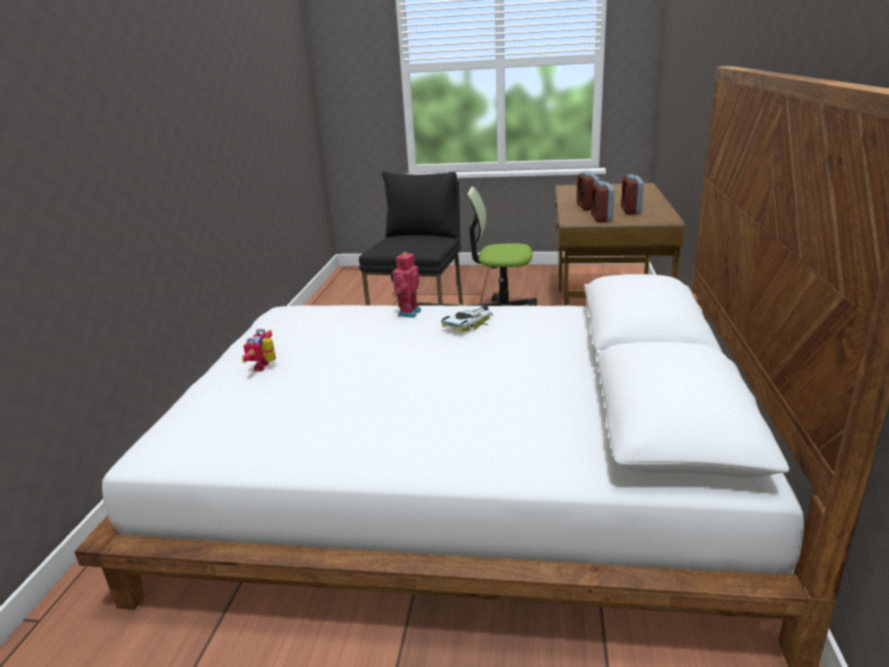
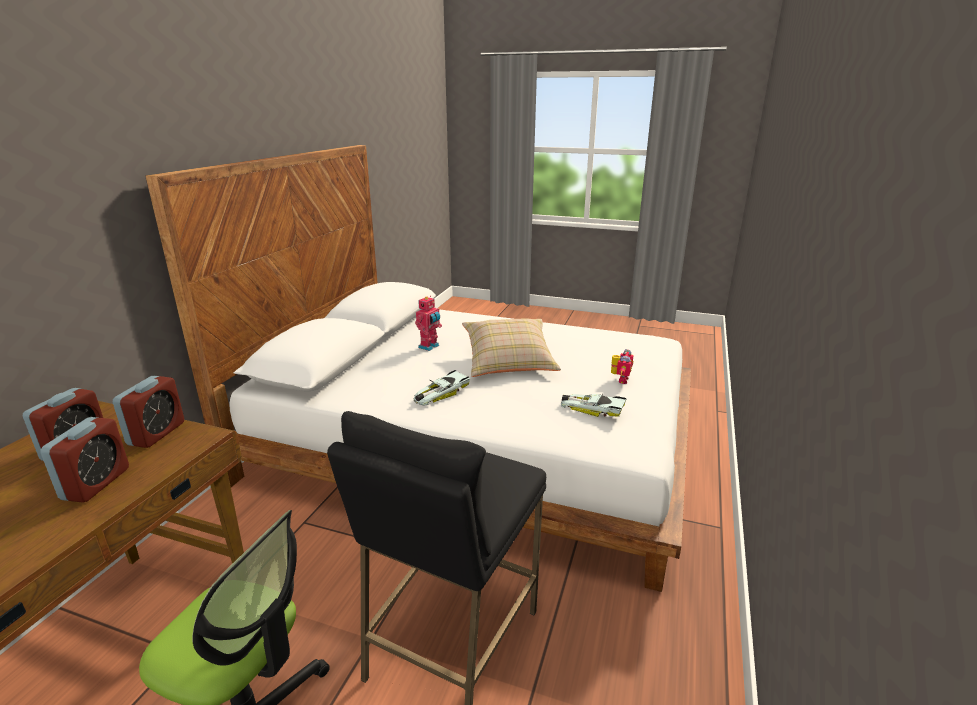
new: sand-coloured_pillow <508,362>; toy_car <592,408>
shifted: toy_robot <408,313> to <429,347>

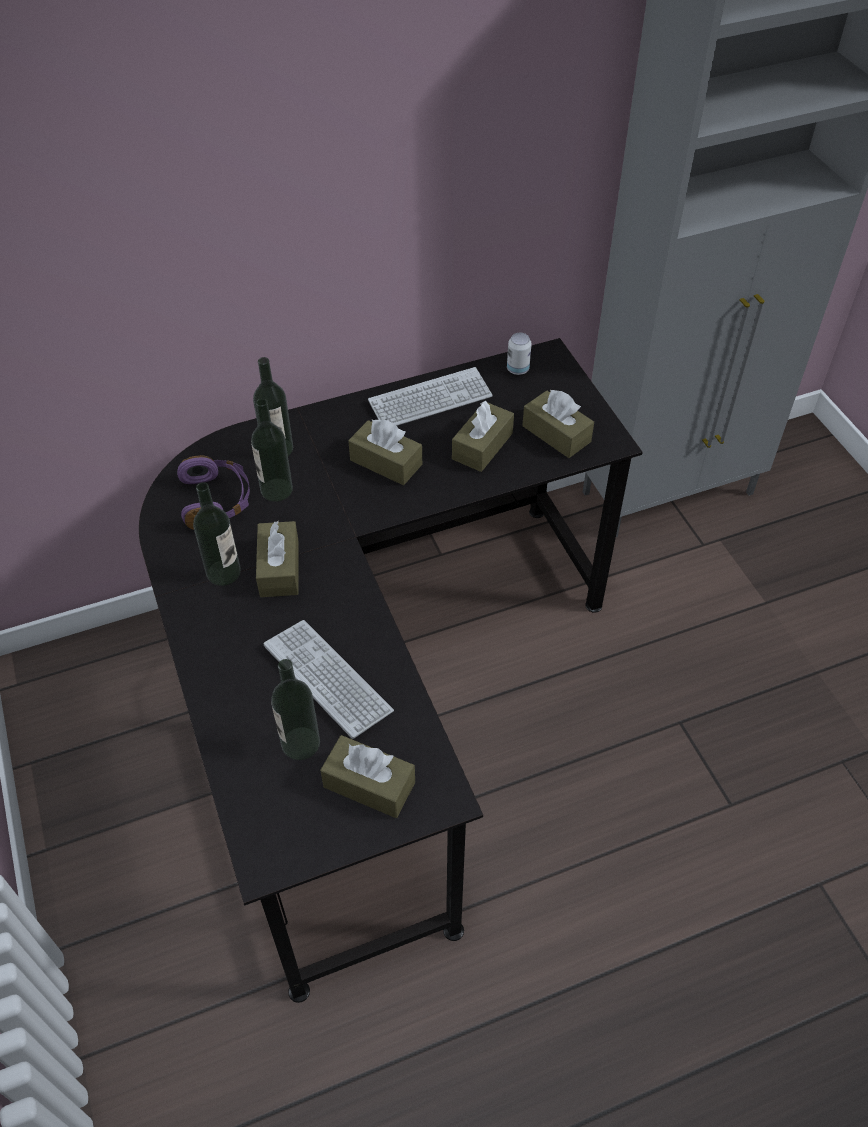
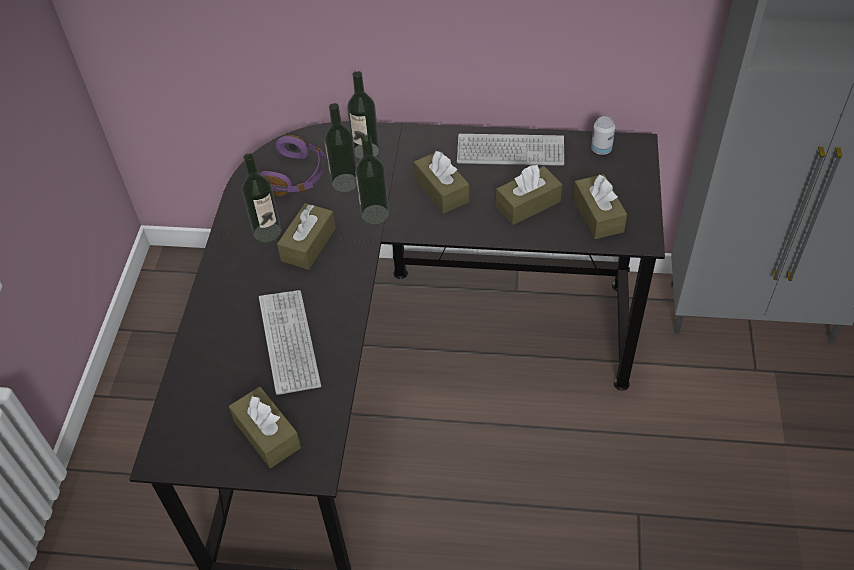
shifted: drink_bottle <300,743> to <375,214>

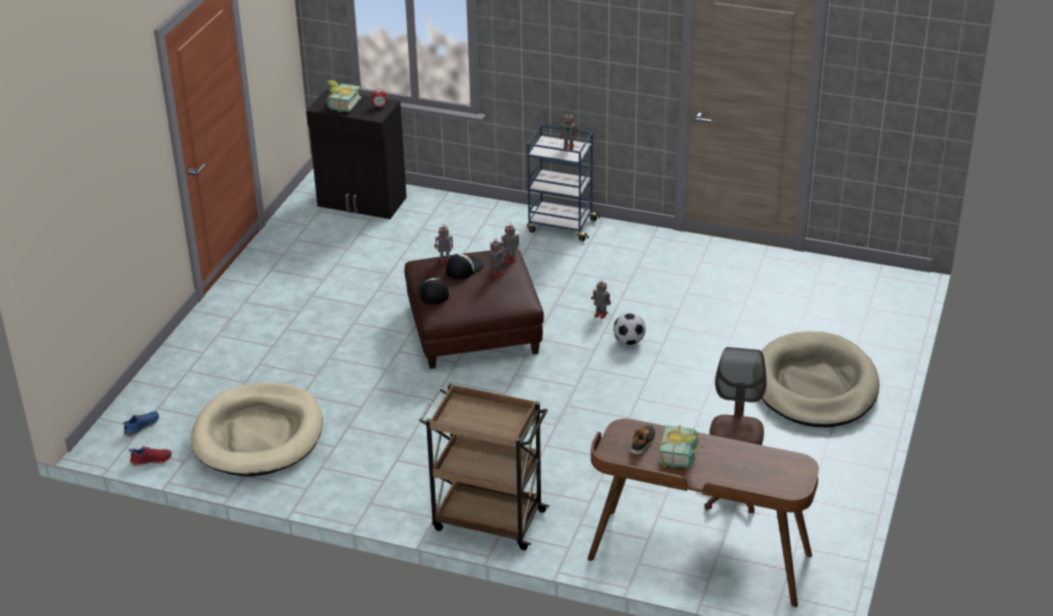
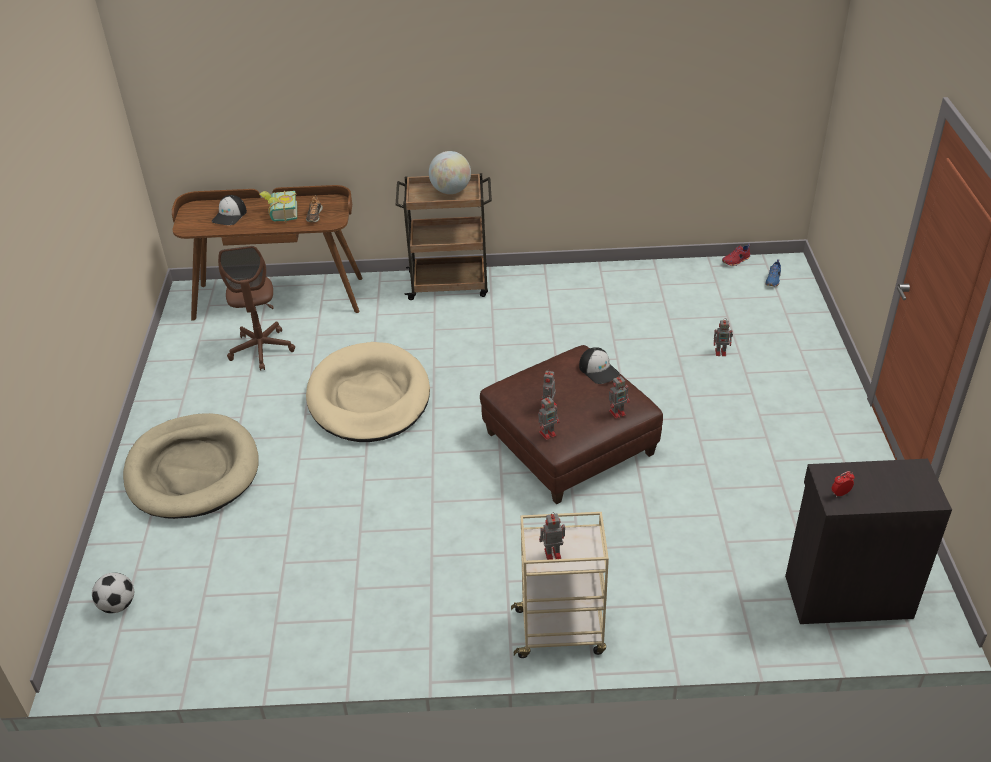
gone: bound_book <341,104>
new: world_globe <450,191>
shifted: baseball_cap <464,268> to <230,216>; toy_robot <600,314> to <721,352>; football_ball <629,341> to <118,605>; sand-coloured_pet_bed <258,435> to <369,398>
repainted: blue-coloured_wheeled_cart <561,226> to sand-coloured_wheeled_cart <561,631>

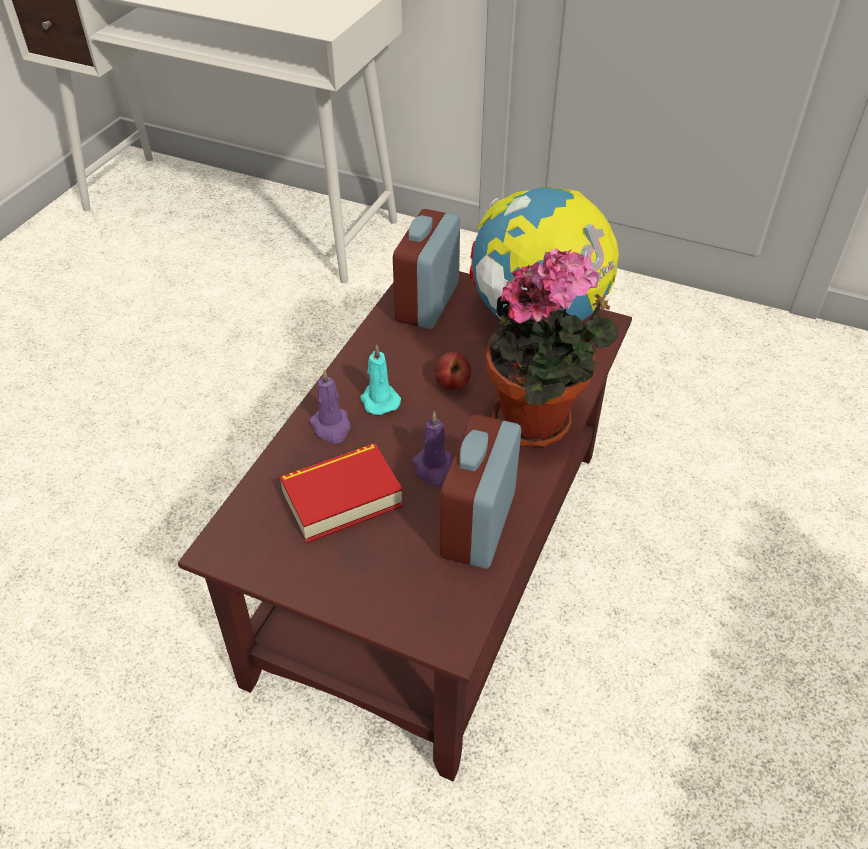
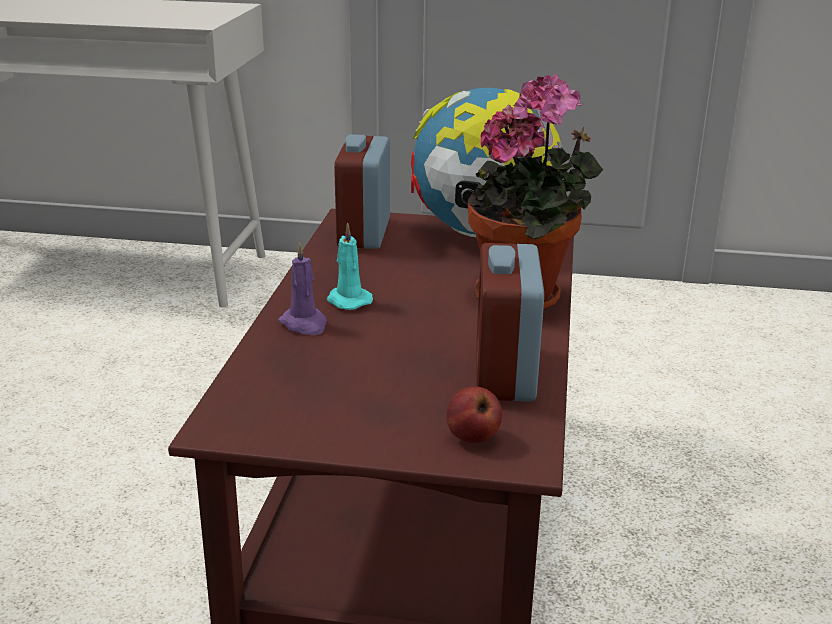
gone: purplish_wax_candle <434,469>; bound_book <342,499>
shifted: apple_fruit <452,384> to <472,437>

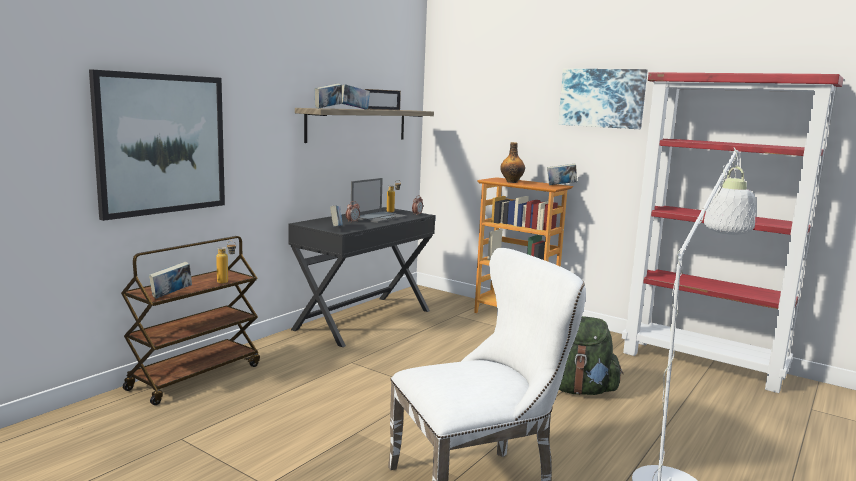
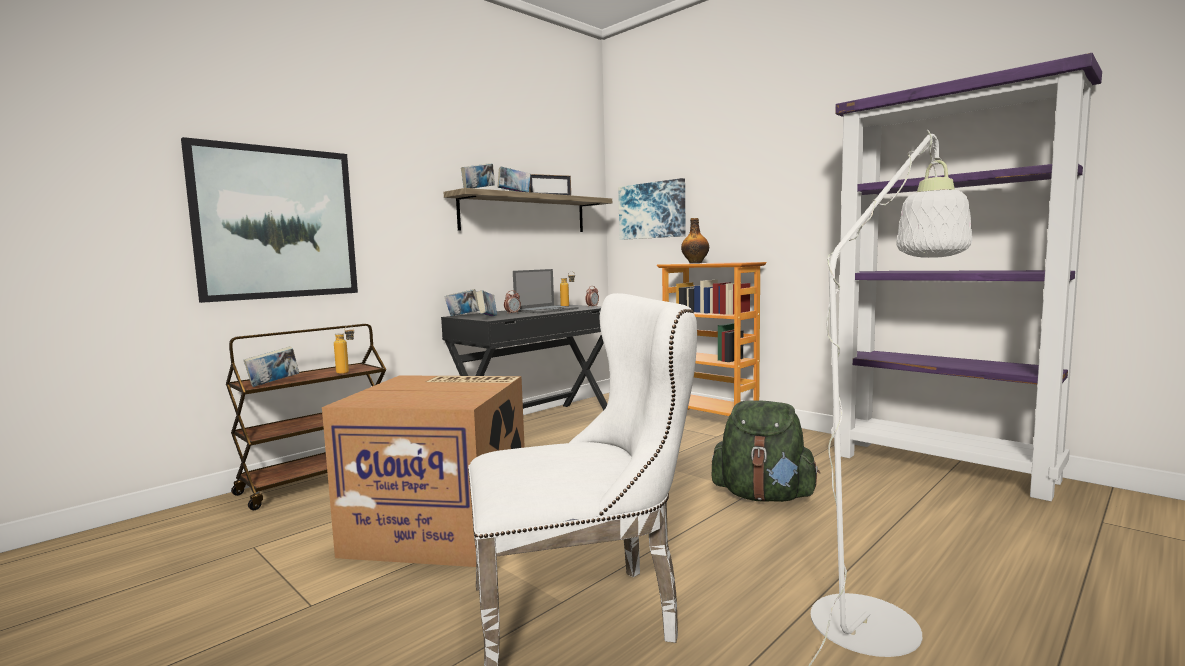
new: packing_box <443,526>
shifted: wall_art <602,98> to <652,210>; bound_book <561,185> to <463,316>
repainted: reddish_bookcase <703,364> to purplish_bookcase <942,467>

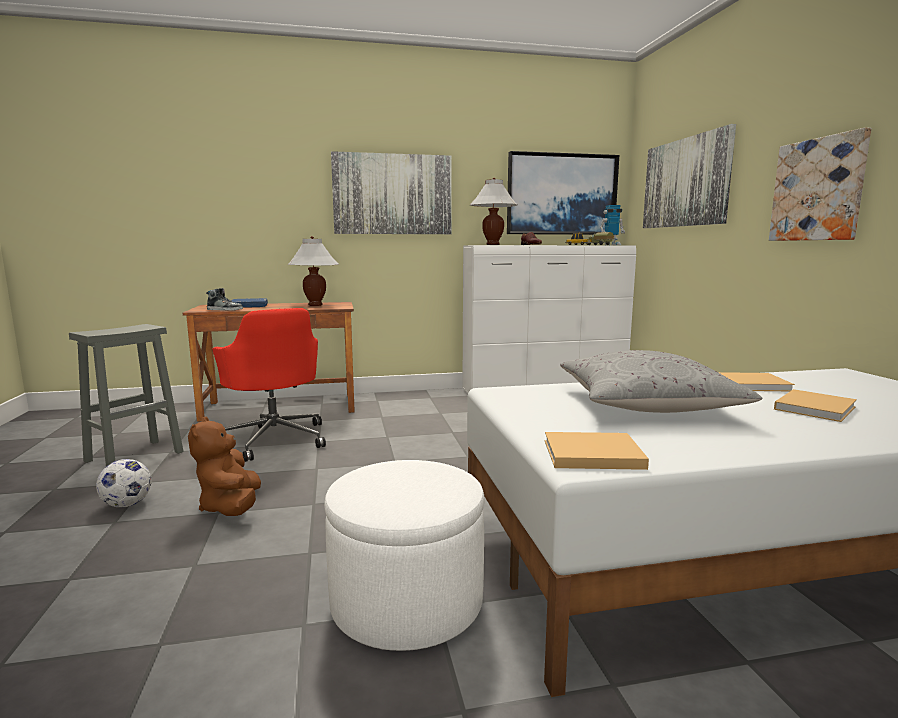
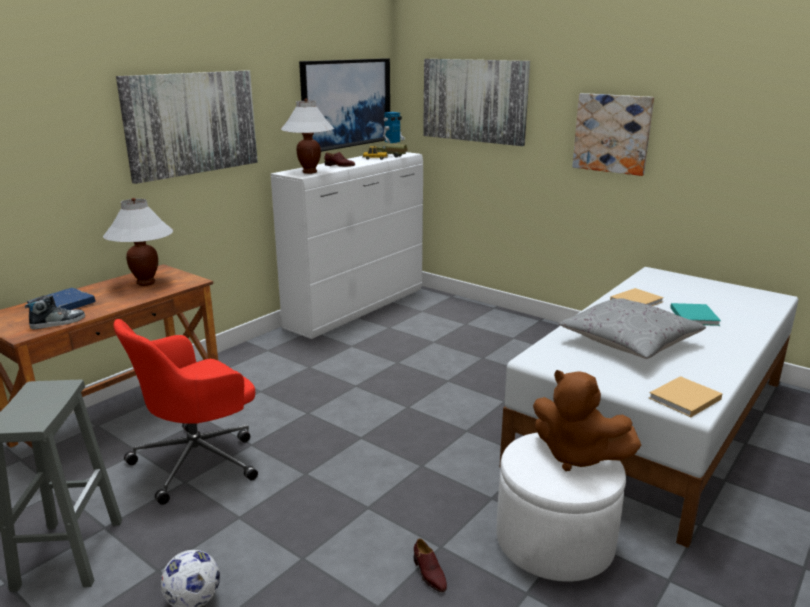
new: brown-coloured_shoe <429,573>
shifted: brown-coloured_cuddly_toy <231,507> to <576,456>
repainted: sand-coloured_bound_book <815,407> to turquoise_bound_book <693,315>
rotated: reddish_office_chair <275,439> = <199,460> 120 degrees clockwise

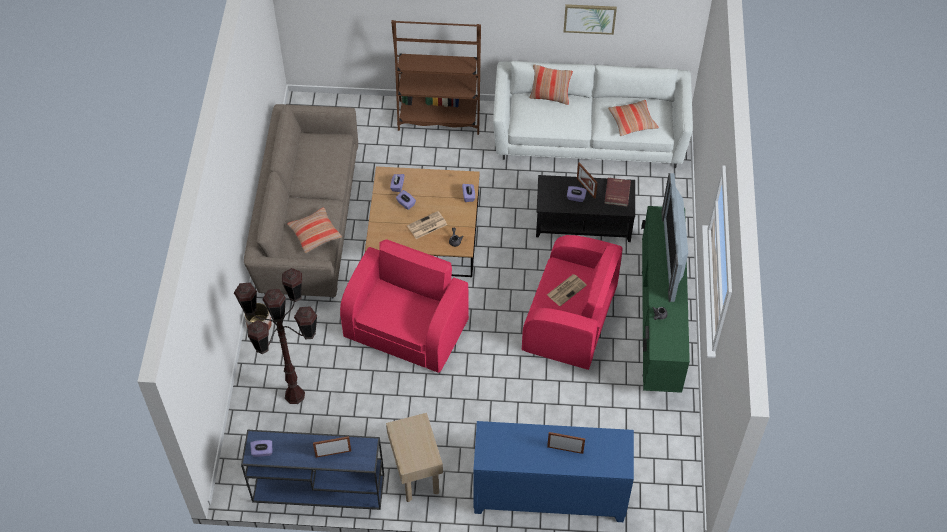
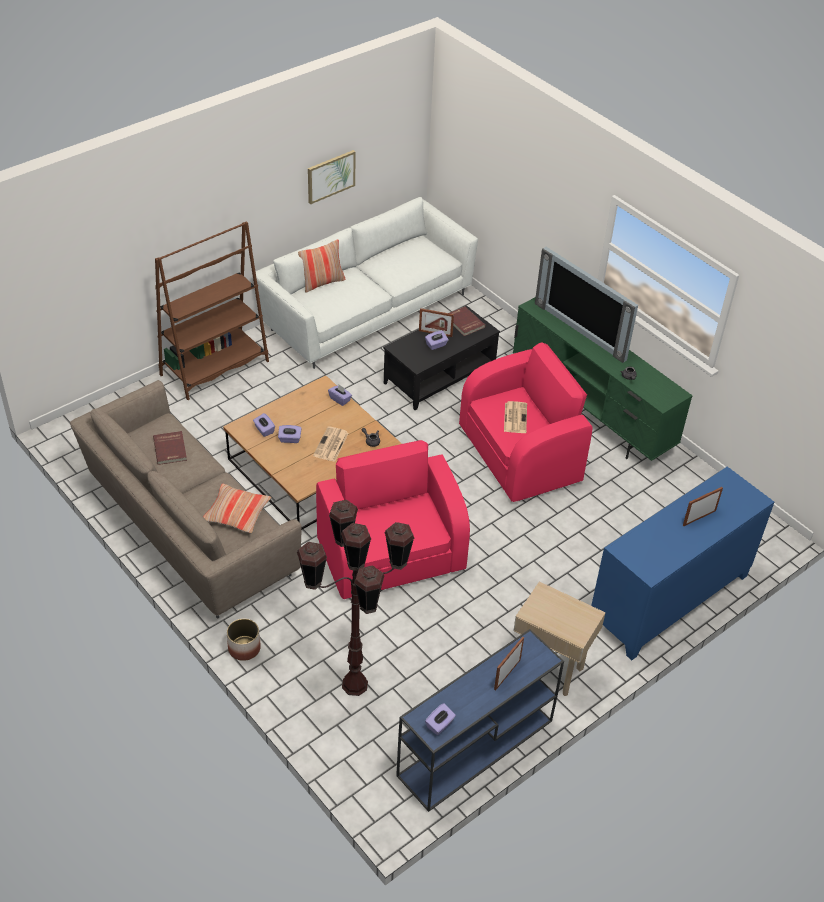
gone: pillow <632,122>
new: reddish_bound_book <171,449>

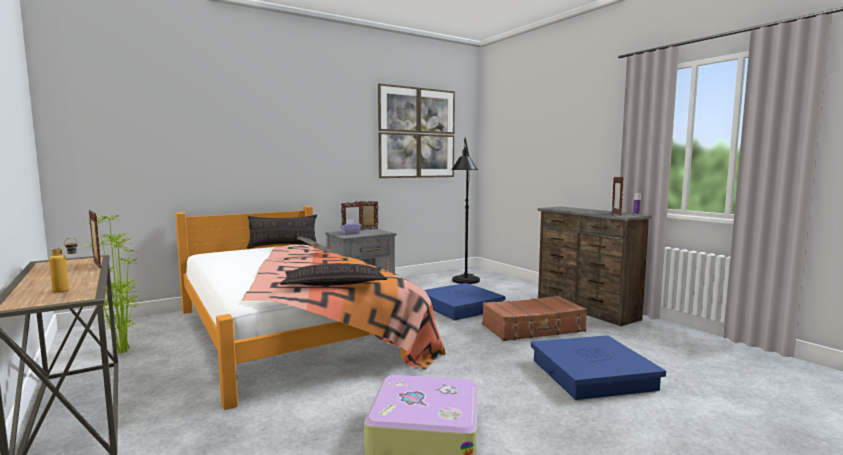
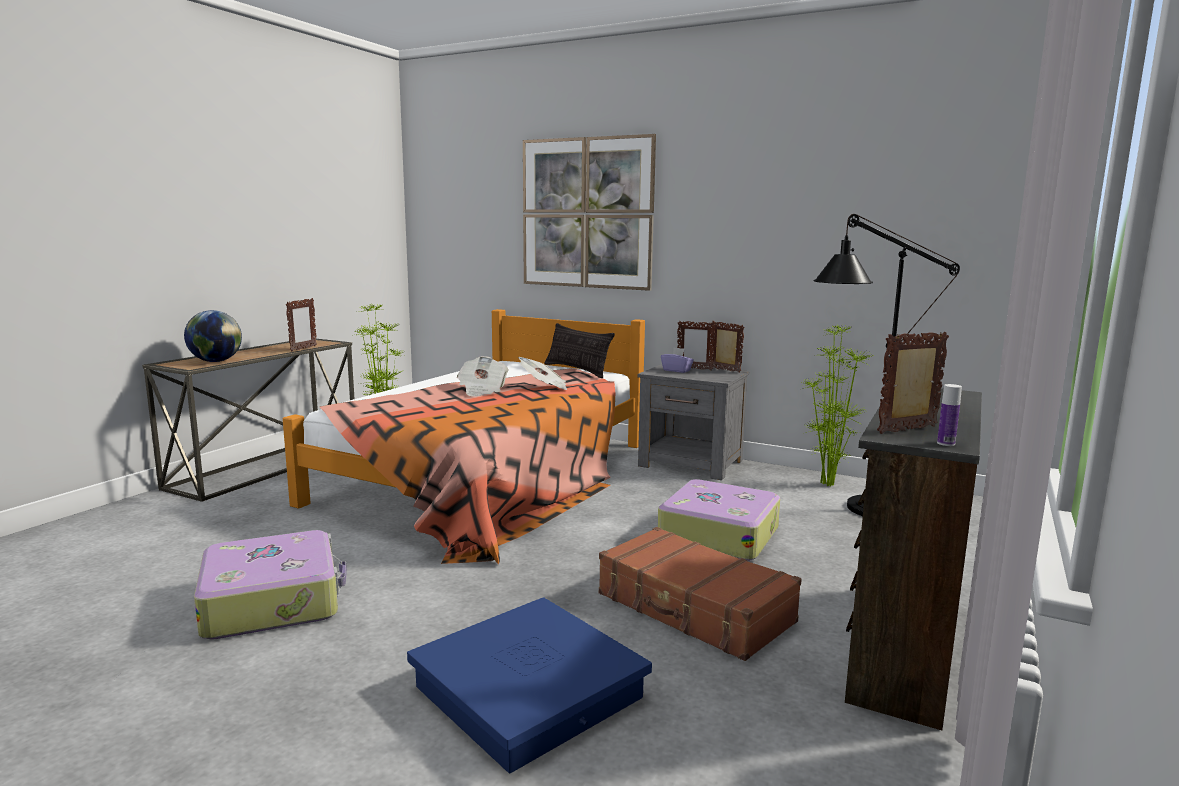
gone: pillow <335,284>
new: potted_plant <827,485>; daily_paper <482,390>
shifted: wall_art <417,133> to <586,213>
swapped: drink_bottle <67,290> to world_globe <215,361>; blue-coloured_storage_bin <460,307> to piece_of_luggage <718,534>

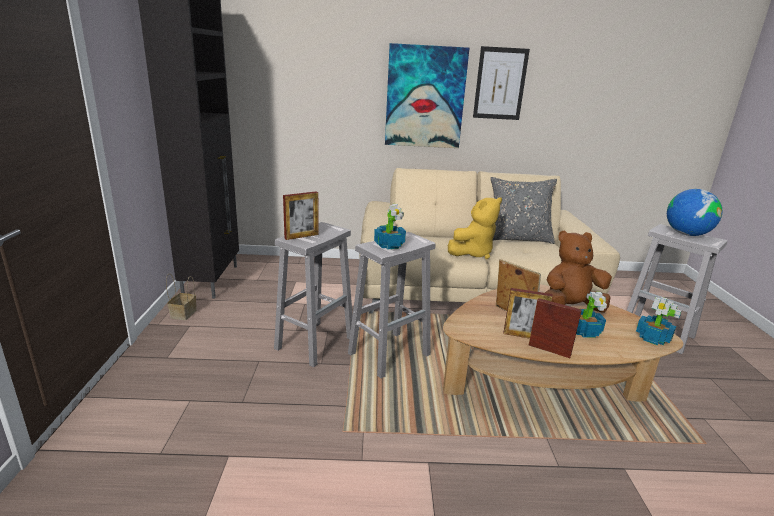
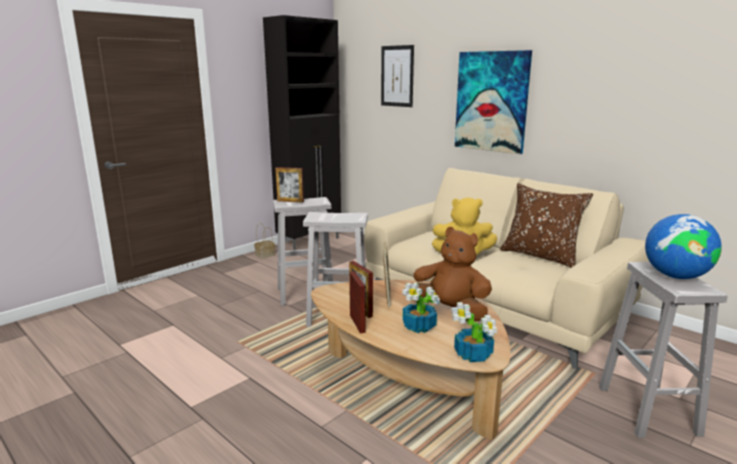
gone: potted_plant <389,245>
shifted: wall_art <500,84> to <397,76>
repainted: gray_pillow <517,238> to brown-coloured_pillow <540,256>

